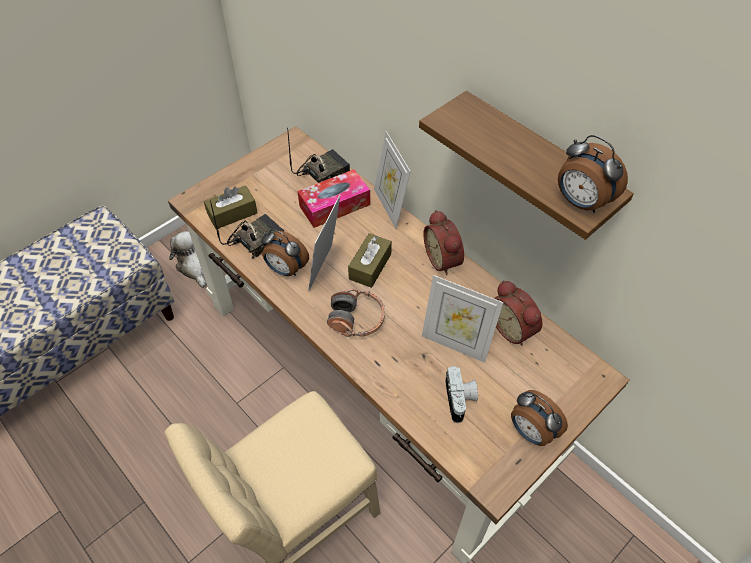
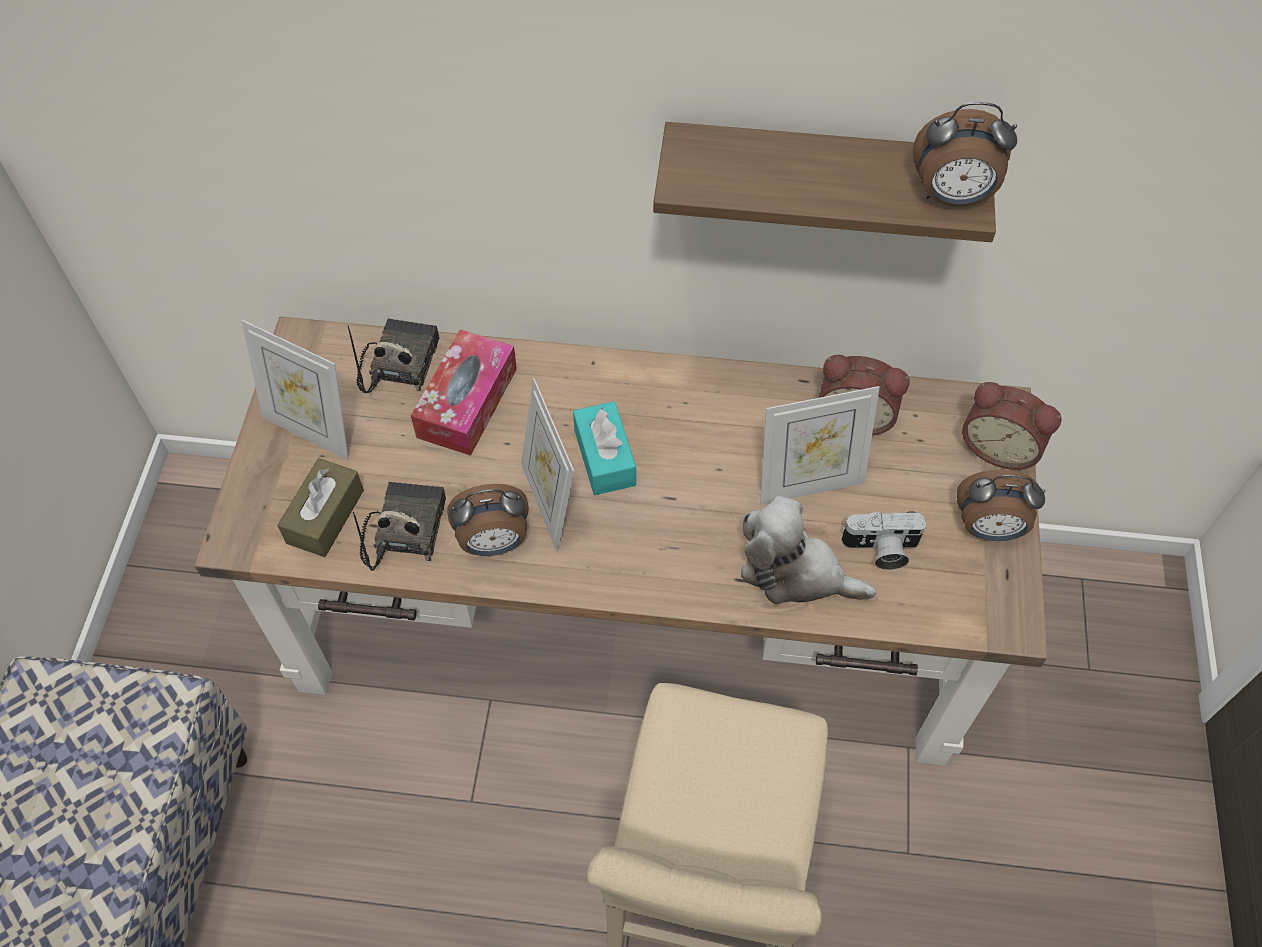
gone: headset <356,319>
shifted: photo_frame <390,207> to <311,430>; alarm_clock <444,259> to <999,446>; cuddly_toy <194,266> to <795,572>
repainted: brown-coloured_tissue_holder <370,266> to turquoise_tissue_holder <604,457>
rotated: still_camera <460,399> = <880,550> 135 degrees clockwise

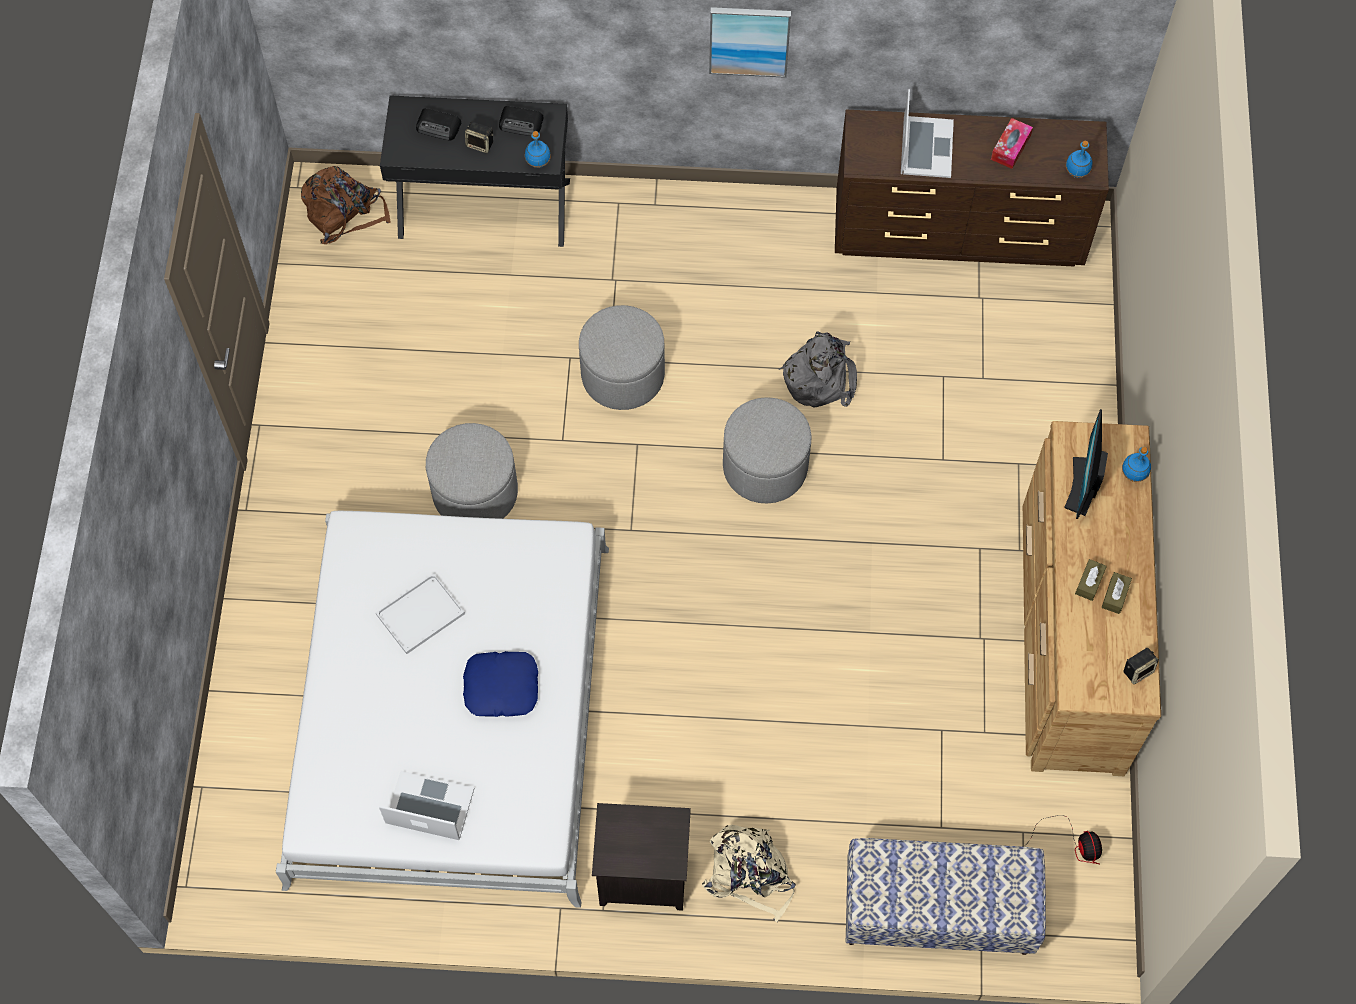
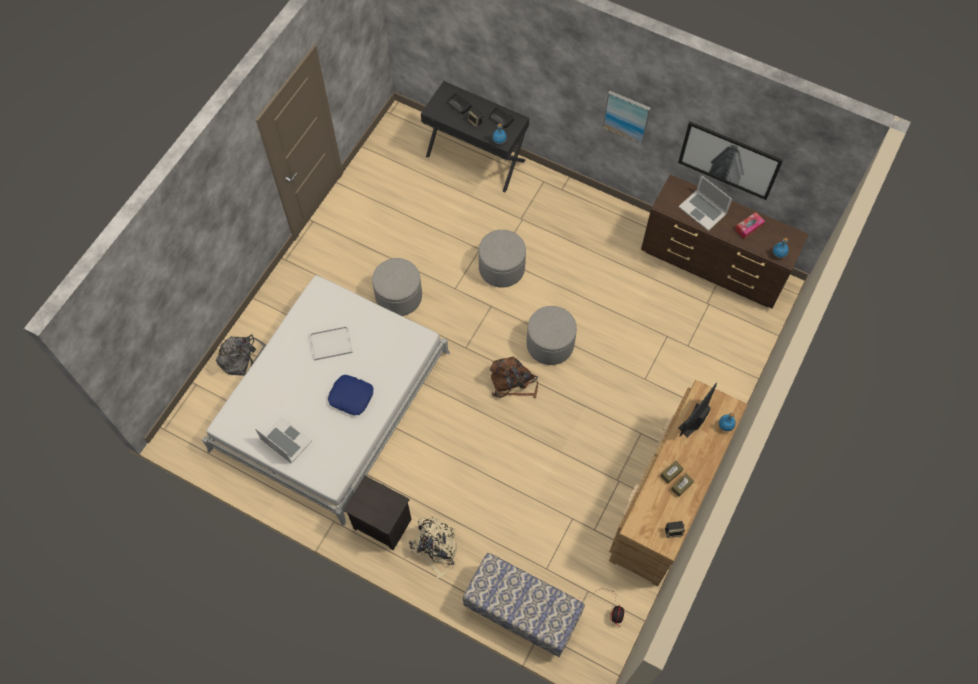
new: wall_art <729,160>
shifted: brown-coloured_backpack <344,214> to <512,382>; gray_backpack <819,376> to <242,358>
rotated: portable_computer <926,147> = <703,210> 105 degrees clockwise

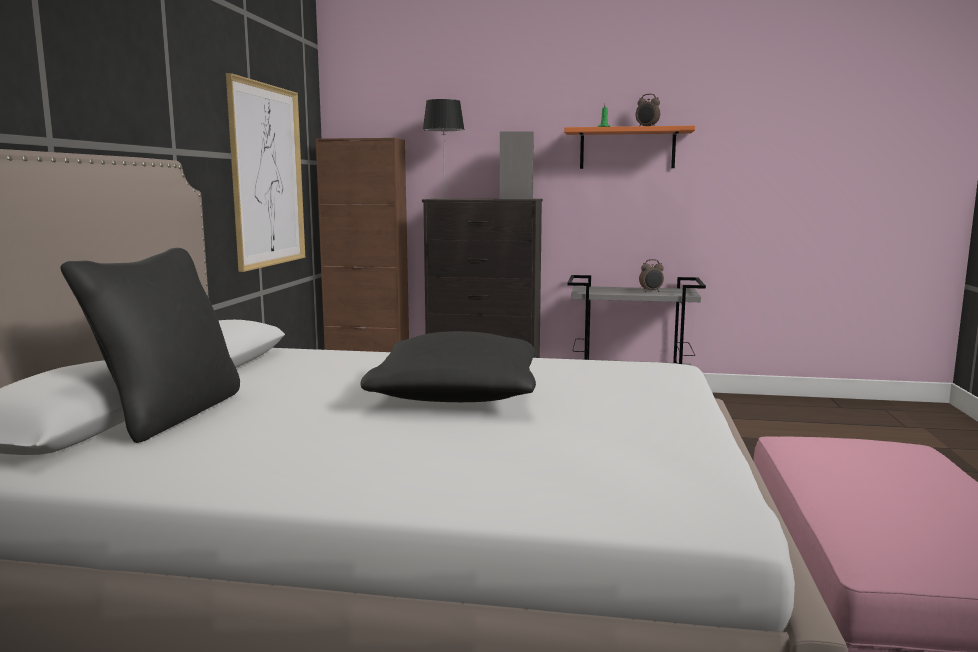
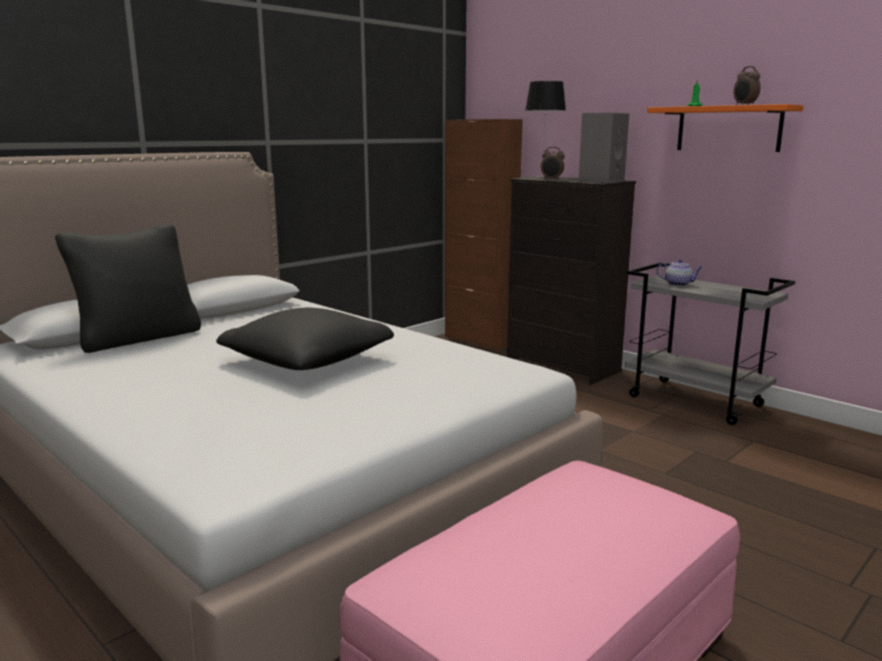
gone: wall_art <267,176>
new: tea_pot <678,284>
shifted: alarm_clock <651,291> to <551,179>

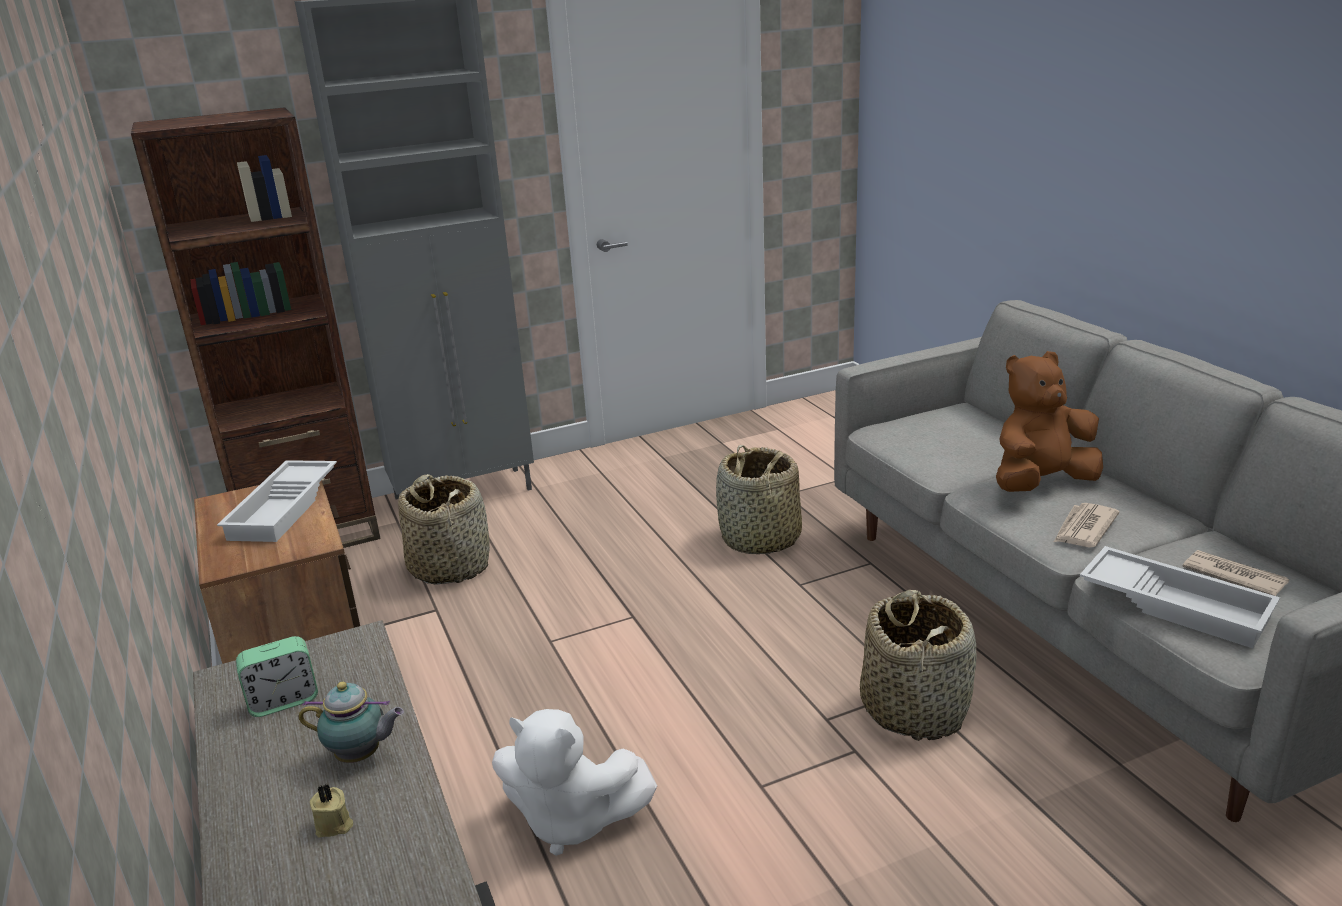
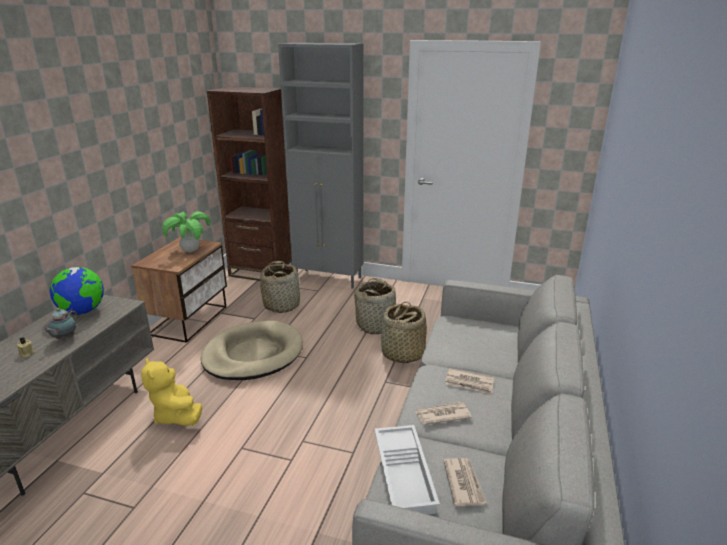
new: sand-coloured_pet_bed <253,354>
shifted: basket <914,708> to <376,325>
swapped: brown-coloured_cuddly_toy <1040,483> to daily_paper <469,383>; white-coloured_serving_tray <285,508> to potted_plant <190,251>; alarm_clock <283,701> to world_globe <83,312>
repainted: white-coloured_cuddly_toy <571,820> to yellowish_cuddly_toy <176,415>
rotated: tea_pot <361,756> = <65,339> 60 degrees clockwise

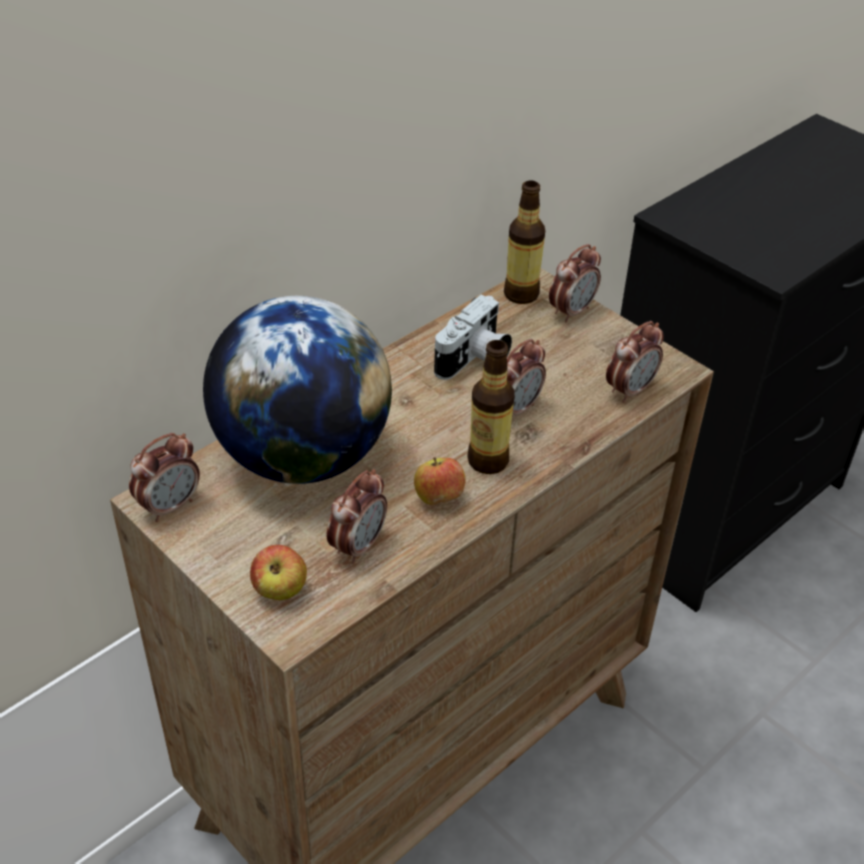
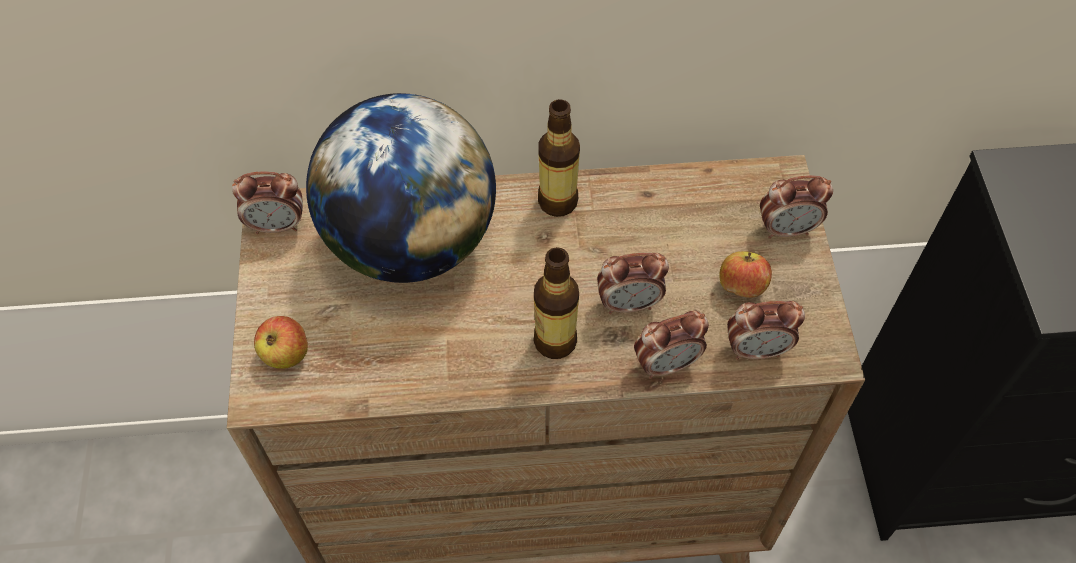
gone: still_camera <474,360>
shifted: drink_bottle <521,294> to <557,201>; apple_fruit <438,497> to <741,287>; alarm_clock <358,546> to <666,364>

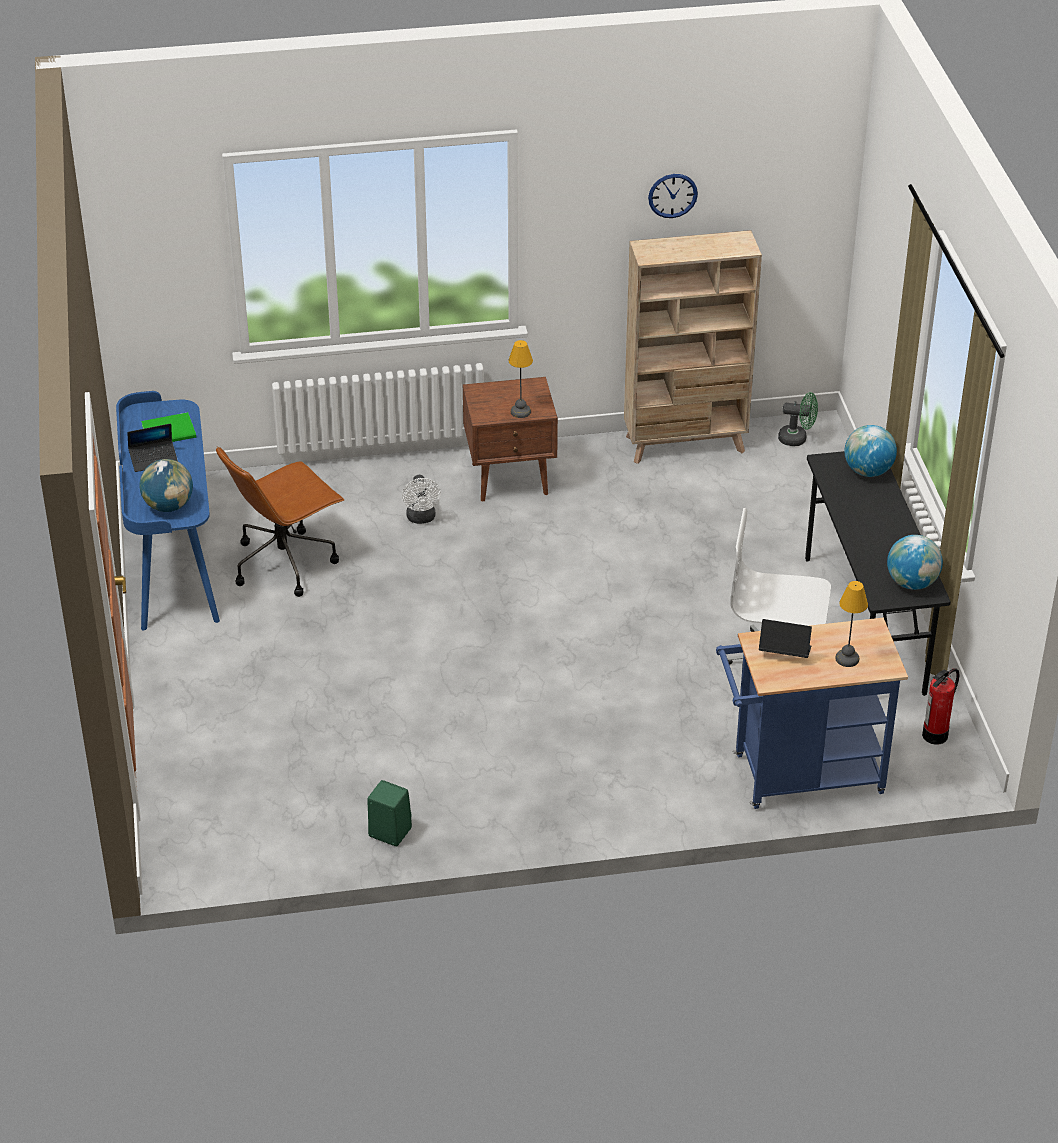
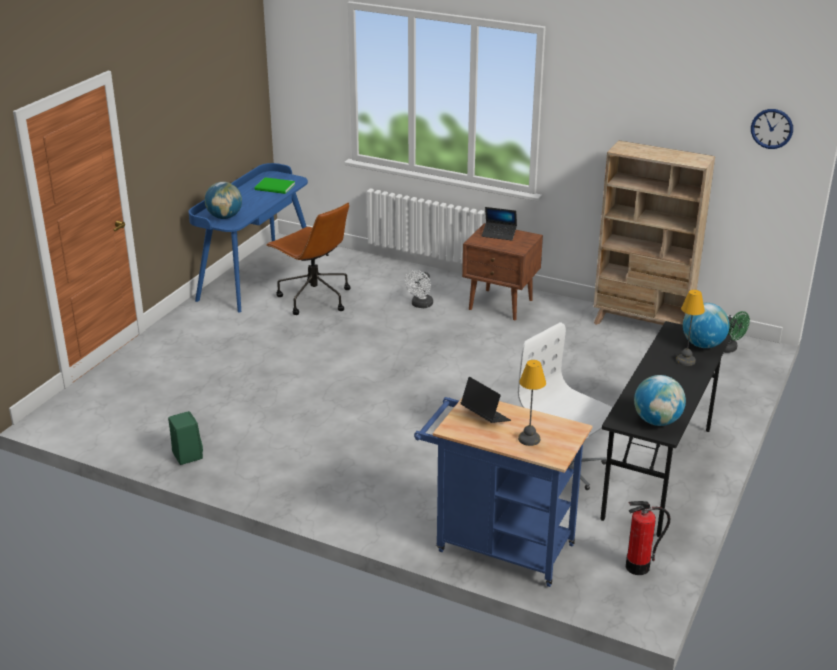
shifted: wall_clock <672,195> to <771,128>; tabletop_lamp <521,412> to <686,361>; portable_computer <154,459> to <499,234>
rotated: brown-coloured_office_chair <285,562> = <313,298> 135 degrees counterclockwise

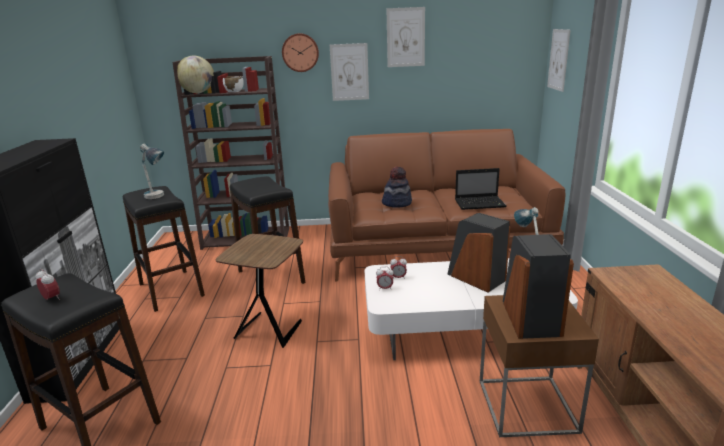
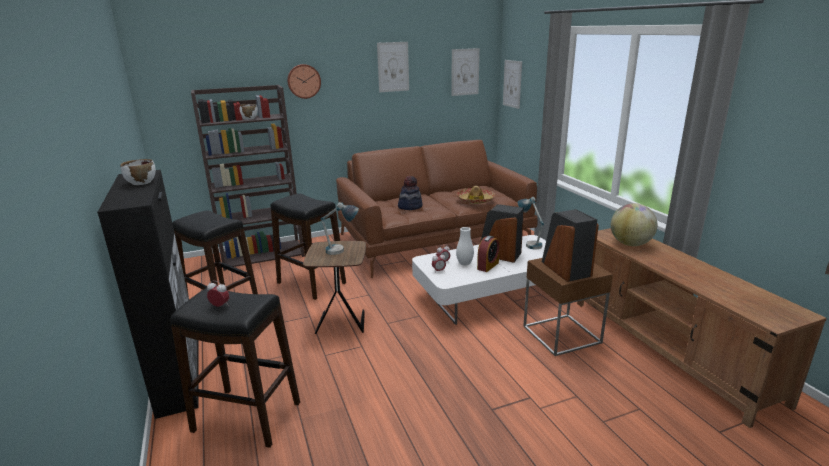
new: white-coloured_bowl <141,182>; white-coloured_vase <464,264>; alarm_clock <488,266>
shifted: wall_art <349,72> to <465,72>; world_globe <198,93> to <630,244>; tabletop_lamp <158,197> to <341,252>
swapped: portable_computer <481,203> to wearable_hat <475,200>

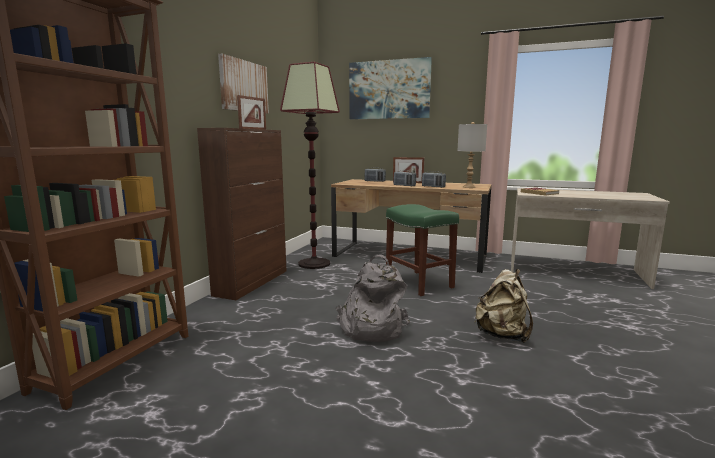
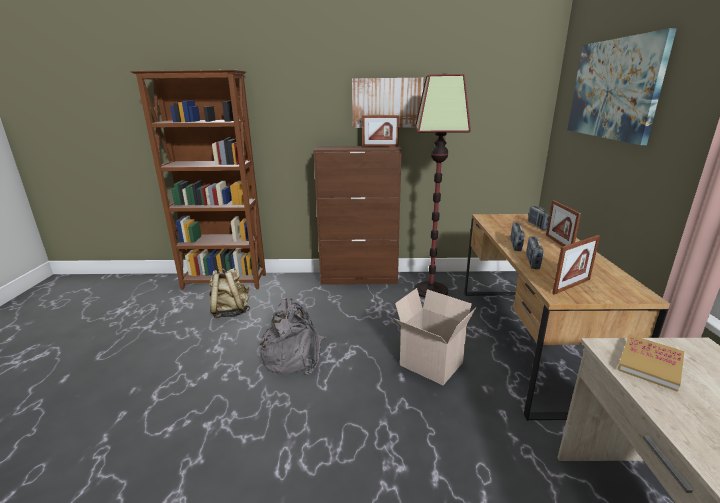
shifted: sand-coloured_backpack <502,335> to <231,312>
swapped: gray_tabletop_lamp <468,187> to photo_frame <571,286>; greenish_stool_seat <418,283> to packing_box <429,364>

